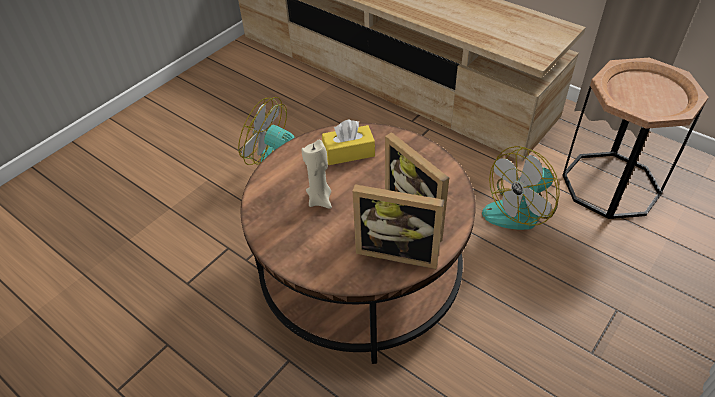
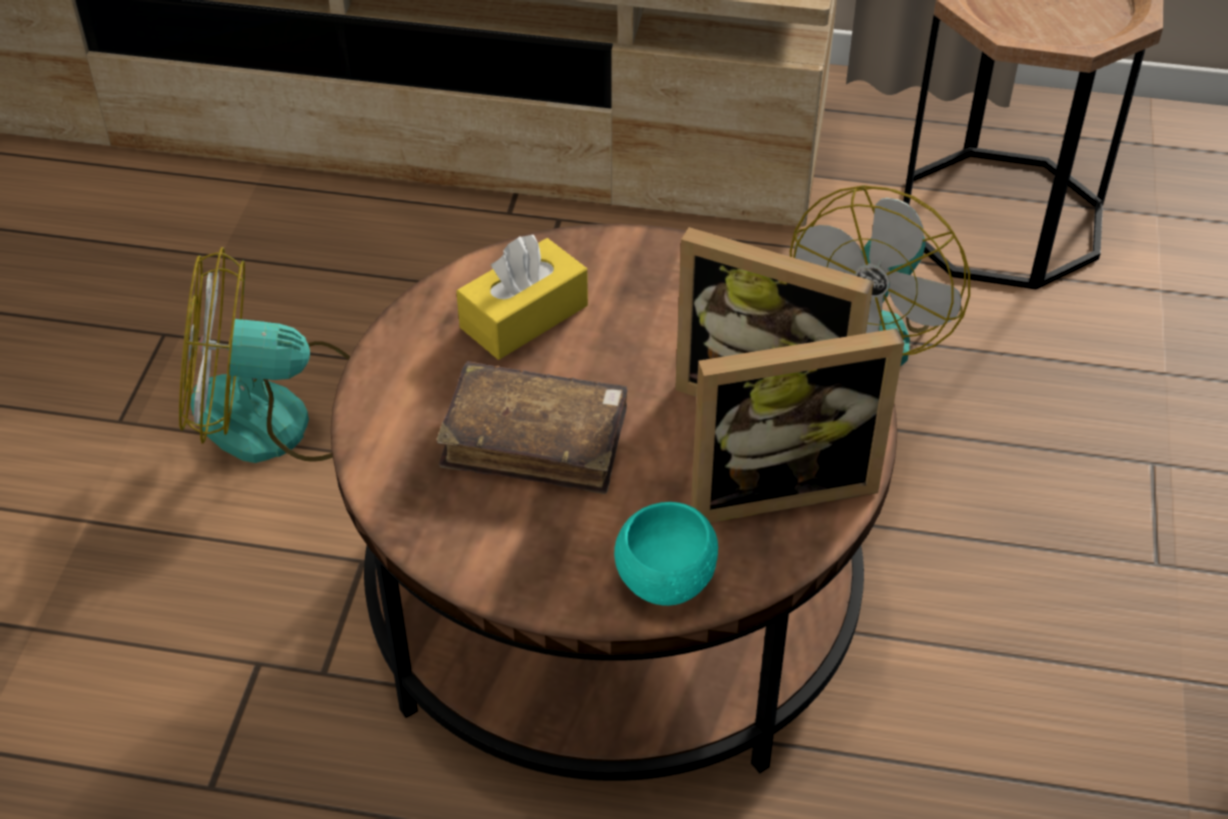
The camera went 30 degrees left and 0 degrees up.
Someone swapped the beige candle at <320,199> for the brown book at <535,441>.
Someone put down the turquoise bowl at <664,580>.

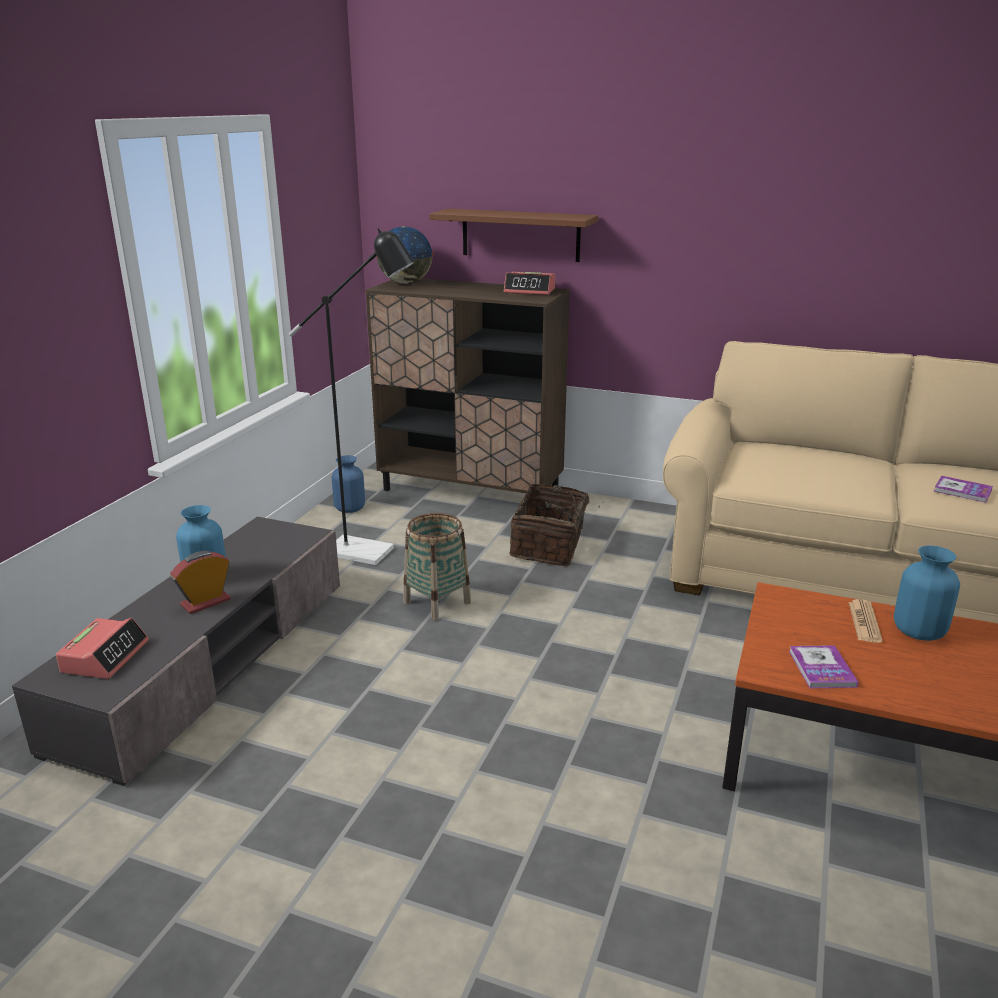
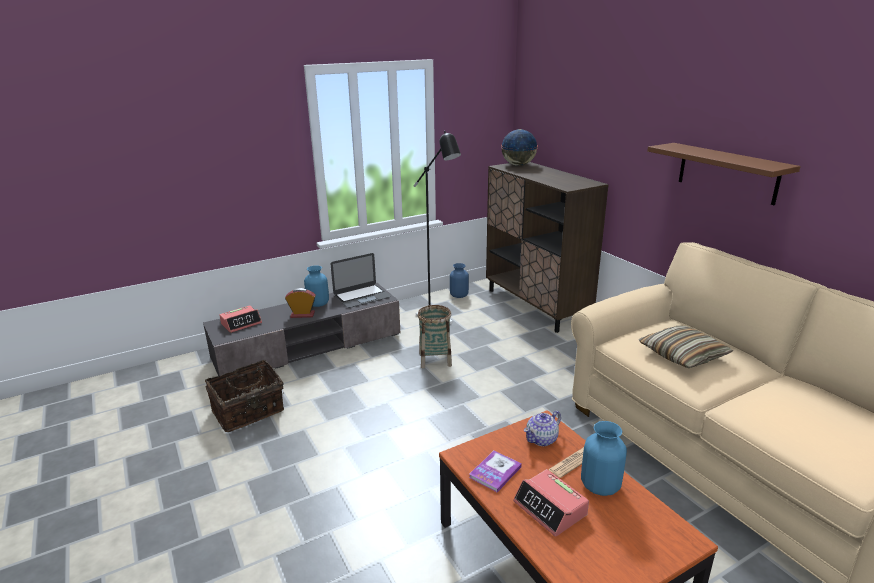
The camera went 40 degrees right and 0 degrees up.
Someone carried the brown shelf from <520,235> to <727,173>.
Someone carried the alarm clock from <530,291> to <550,509>.
Someone took away the book at <962,491>.
Someone carried the basket from <549,546> to <249,411>.
Someone put down the laptop at <362,296>.
Someone put down the pillow at <682,355>.
Someone put down the teapot at <542,439>.

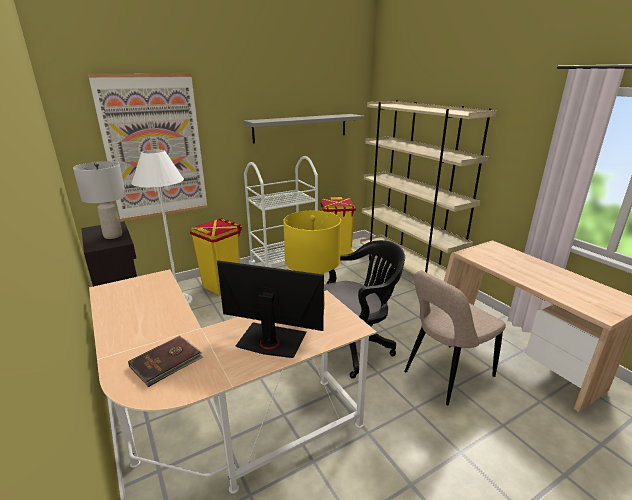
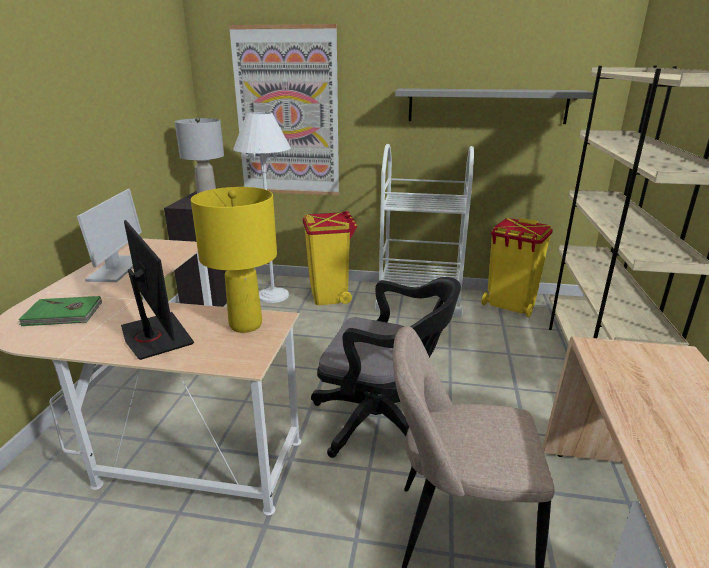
The camera went 40 degrees right and 0 degrees up.
Someone repainted the brown book at <167,362>, which became the green book at <63,314>.
Someone put down the monitor at <116,269>.

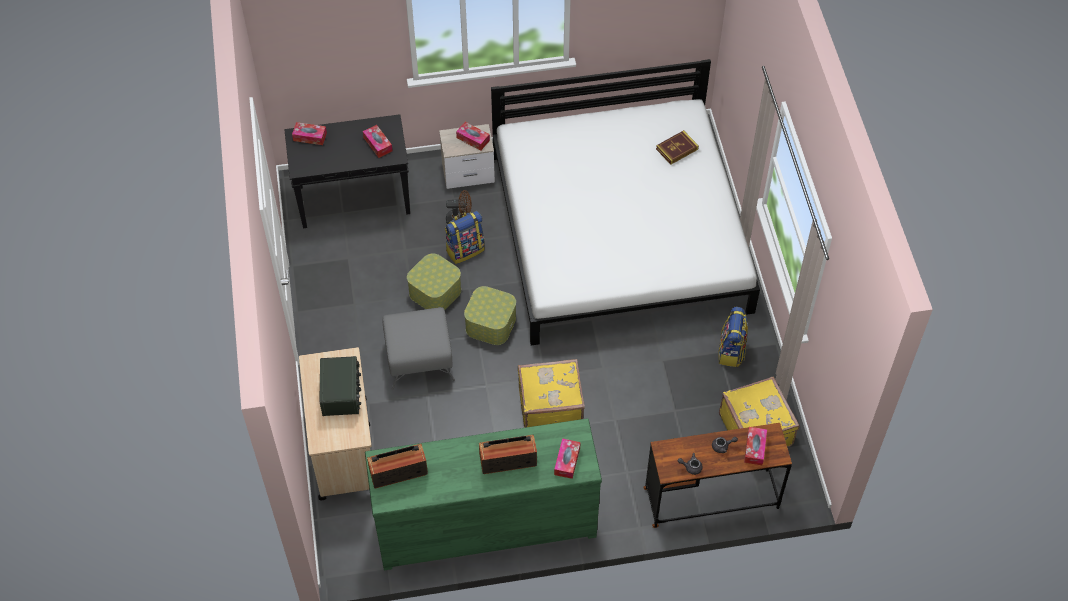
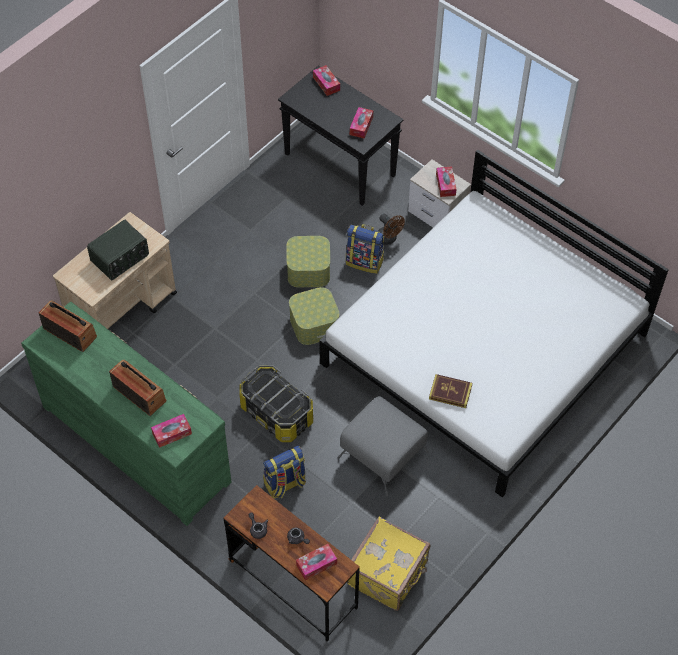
The camera went 50 degrees right and 0 degrees up.
Someone carried the book from <677,149> to <450,392>.
Someone carried the grey ottoman from <420,358> to <383,455>.
Someone carried the backpack from <731,351> to <285,484>.
Someone swapped the yellow suitcase at <549,406> for the storage box at <276,413>.

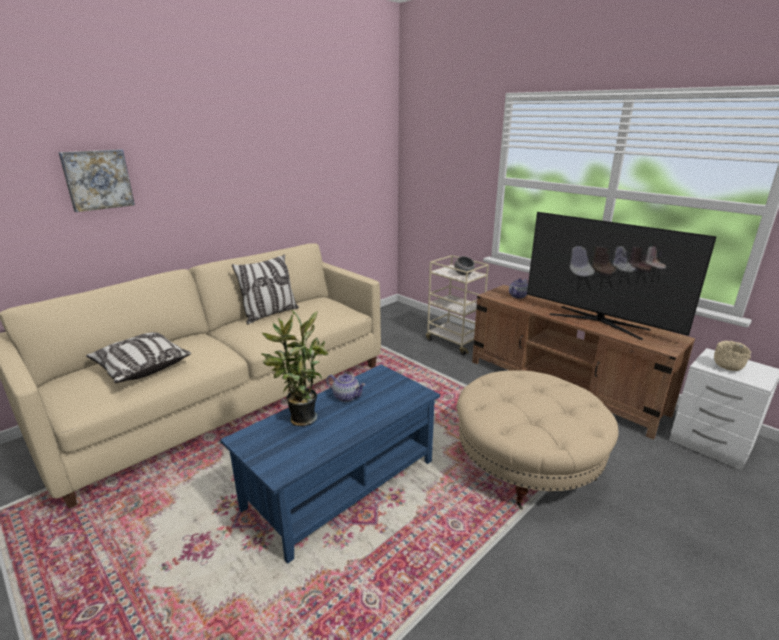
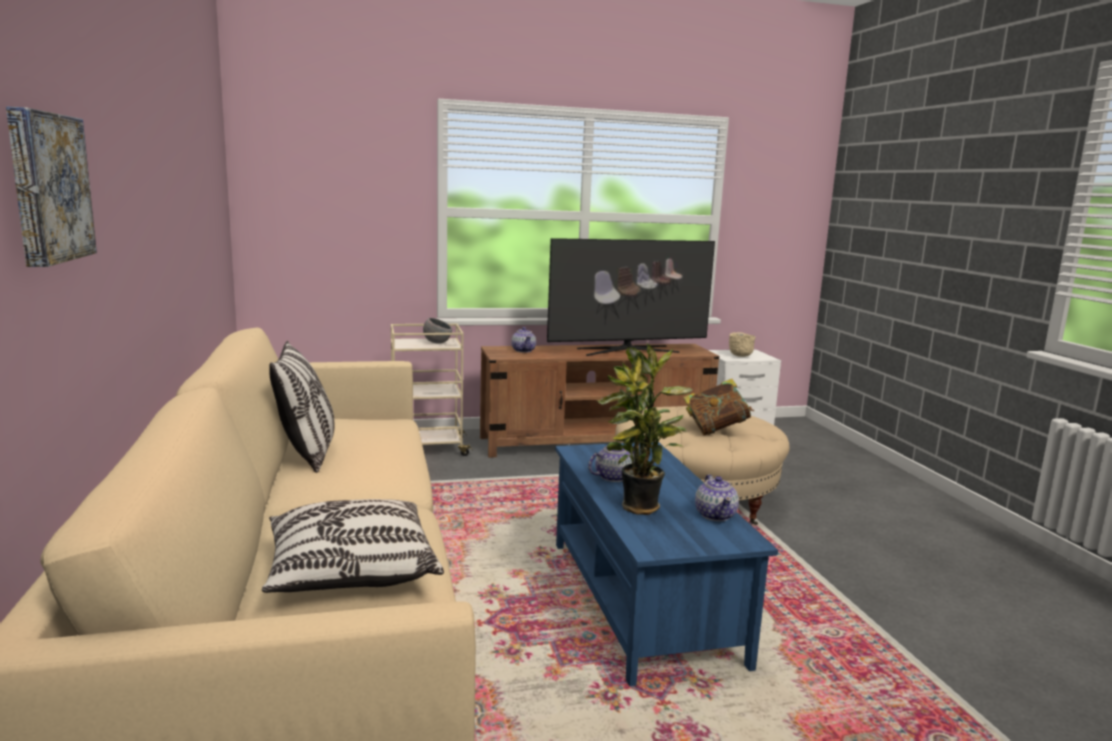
The camera went 60 degrees left and 10 degrees down.
Someone put down the book at <716,430>.
Someone put down the teapot at <715,515>.

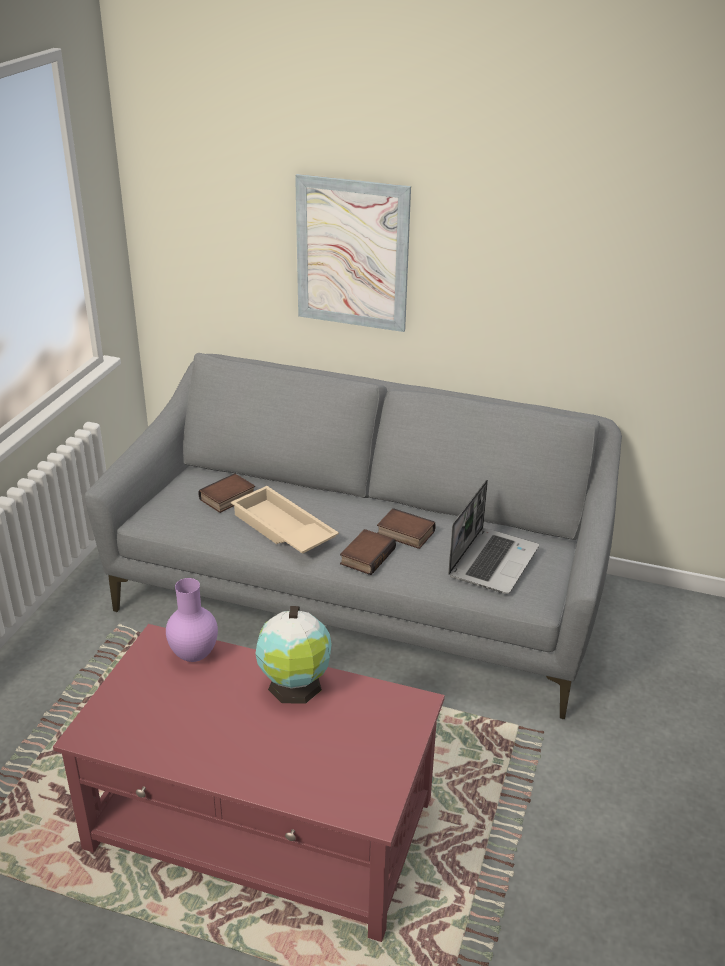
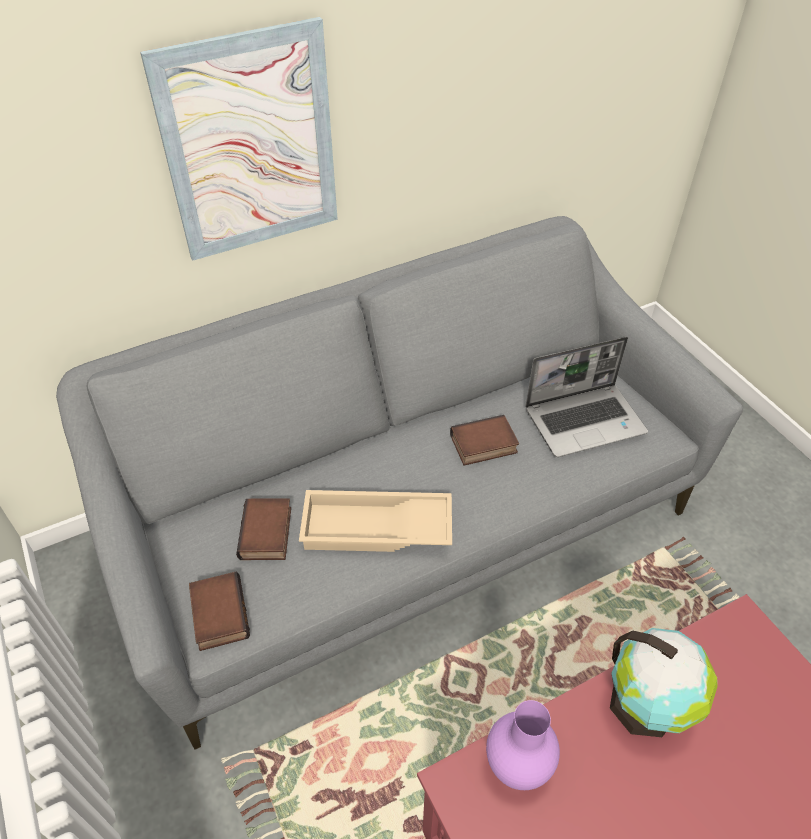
The camera went 45 degrees left and 15 degrees up.
Someone rotated the laptop at <492,561> by 90 degrees clockwise.
Someone carried the book from <366,555> to <218,614>.

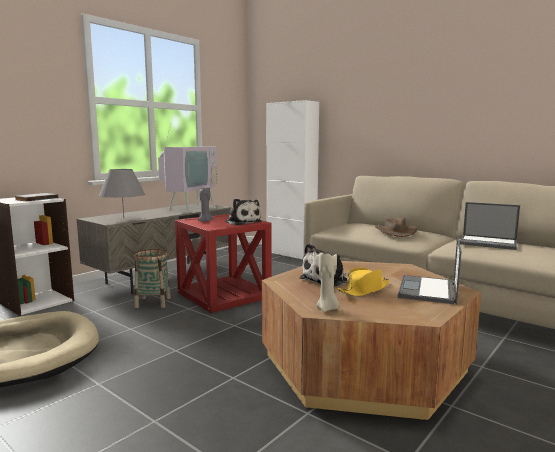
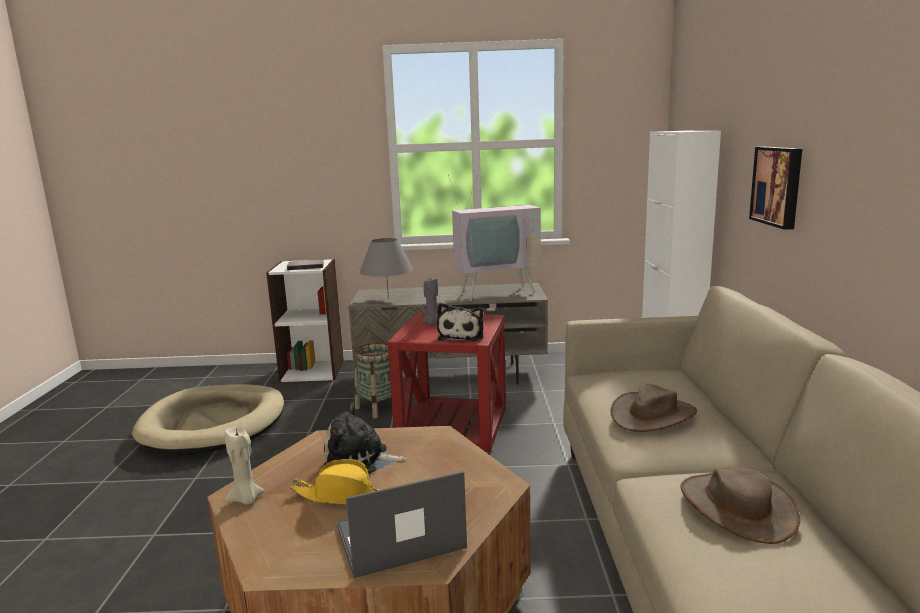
The camera went 50 degrees right and 5 degrees up.
Someone swapped the laptop at <488,243> for the brown hat at <737,507>.
Someone put up the picture at <778,186>.

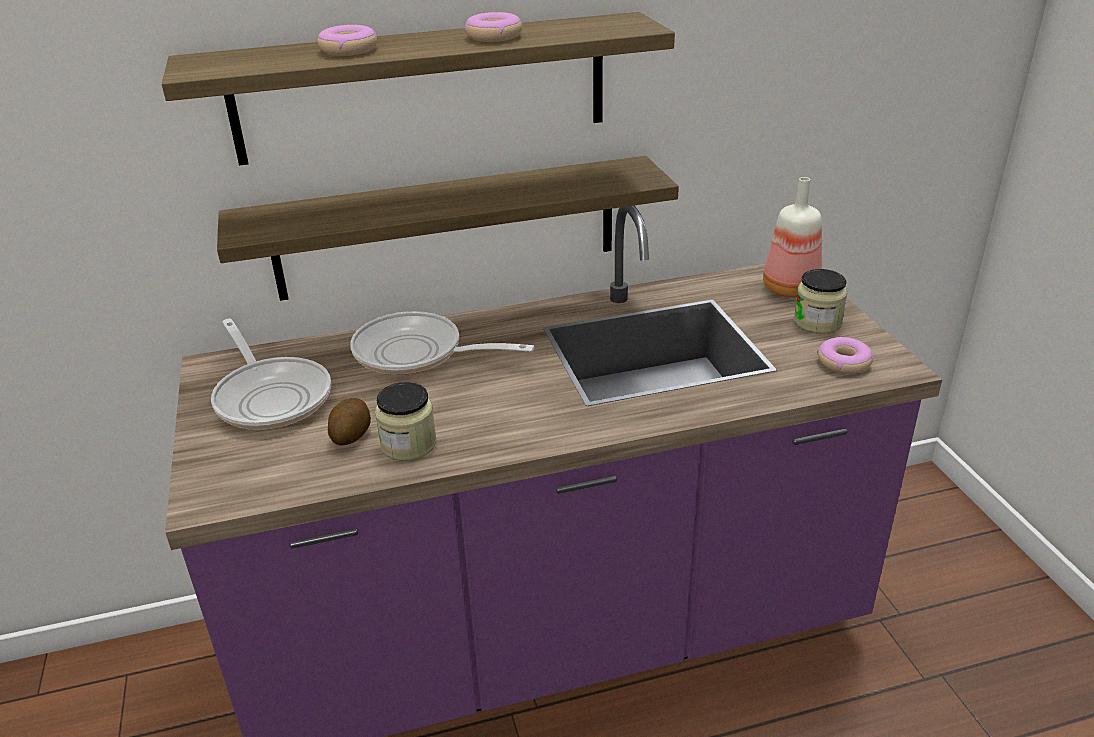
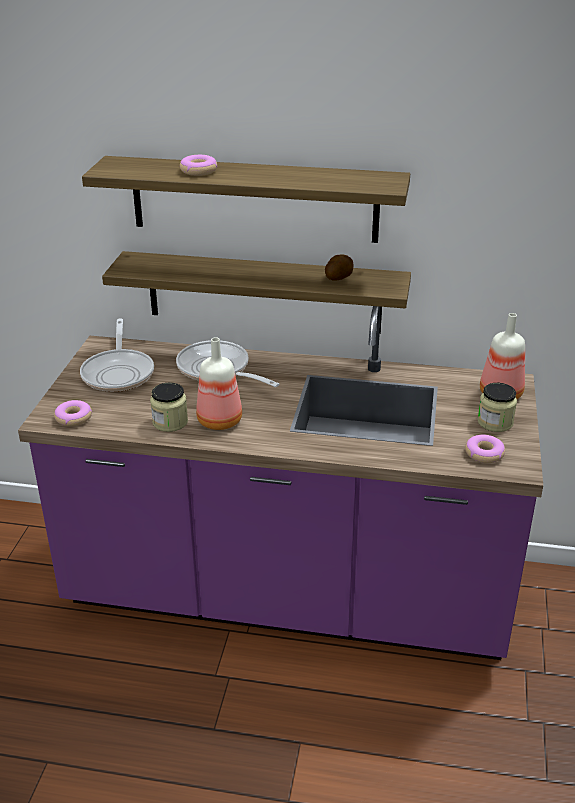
The camera went 25 degrees right and 0 degrees up.
Someone carried the donut from <494,36> to <74,418>.
Someone carried the potato from <351,434> to <339,277>.
Someone put down the bottle at <221,421>.

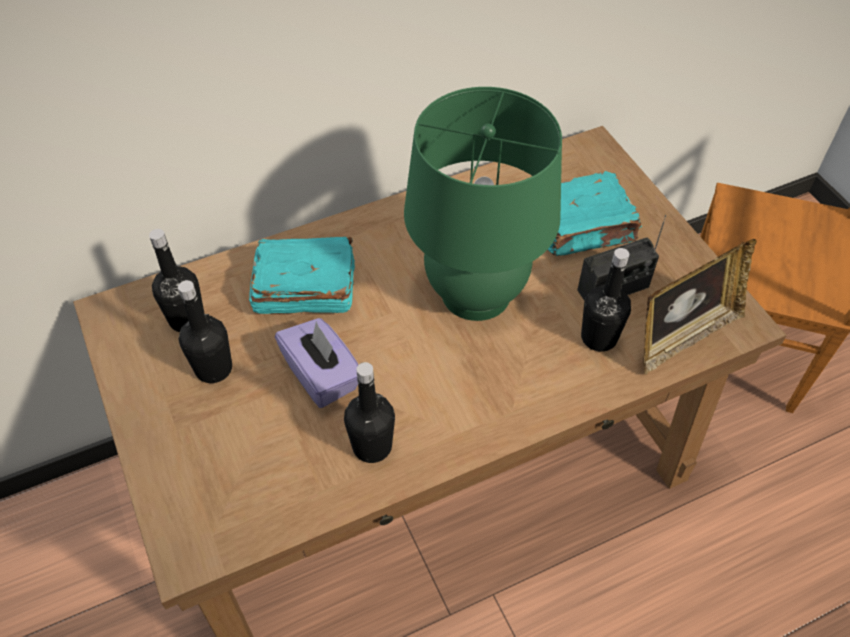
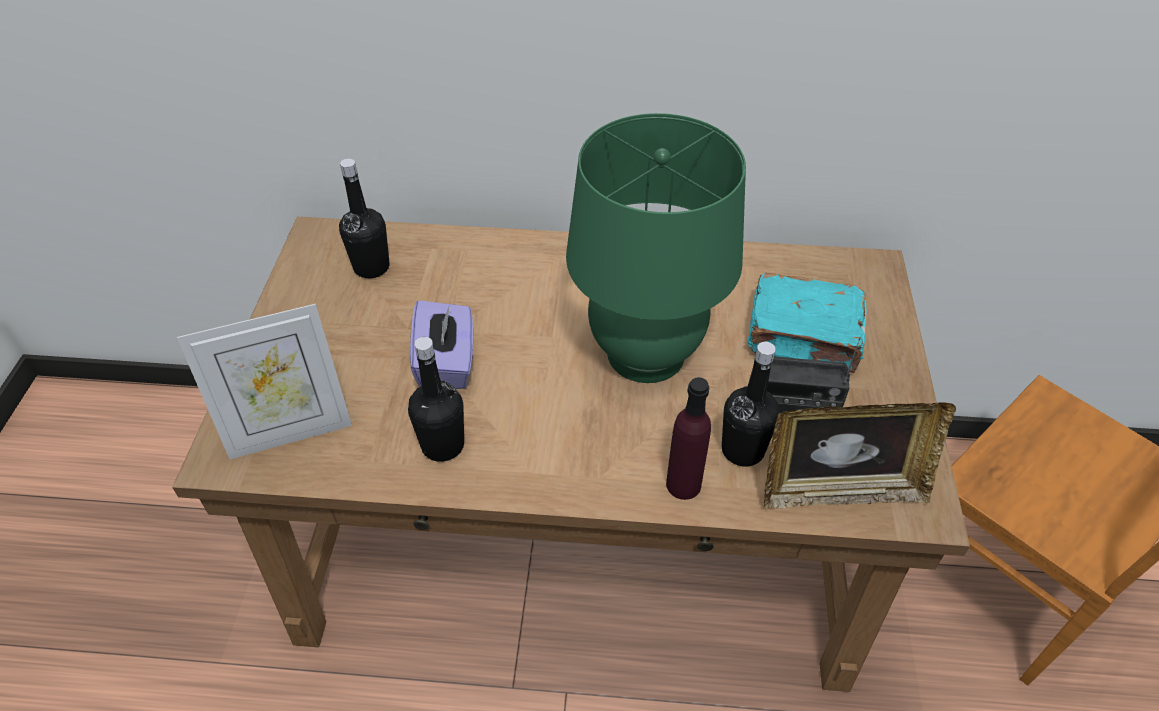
The camera went 30 degrees right and 5 degrees down.
Someone took away the turquoise book at <304,289>.
Someone took away the black bottle at <213,368>.
Someone put down the picture frame at <290,432>.
Someone put down the purple bottle at <683,484>.

